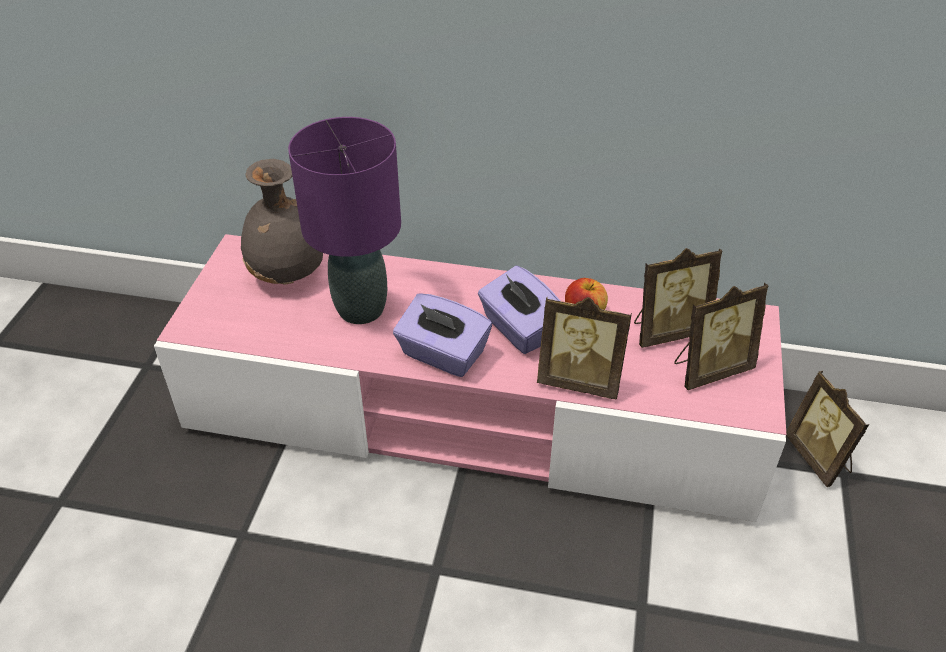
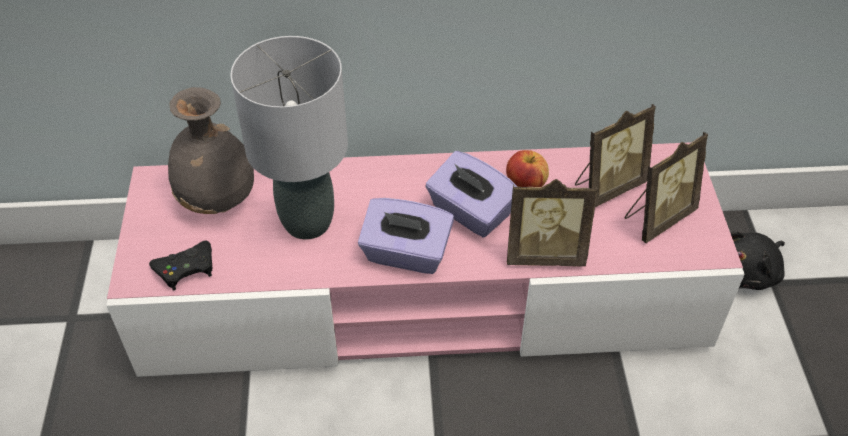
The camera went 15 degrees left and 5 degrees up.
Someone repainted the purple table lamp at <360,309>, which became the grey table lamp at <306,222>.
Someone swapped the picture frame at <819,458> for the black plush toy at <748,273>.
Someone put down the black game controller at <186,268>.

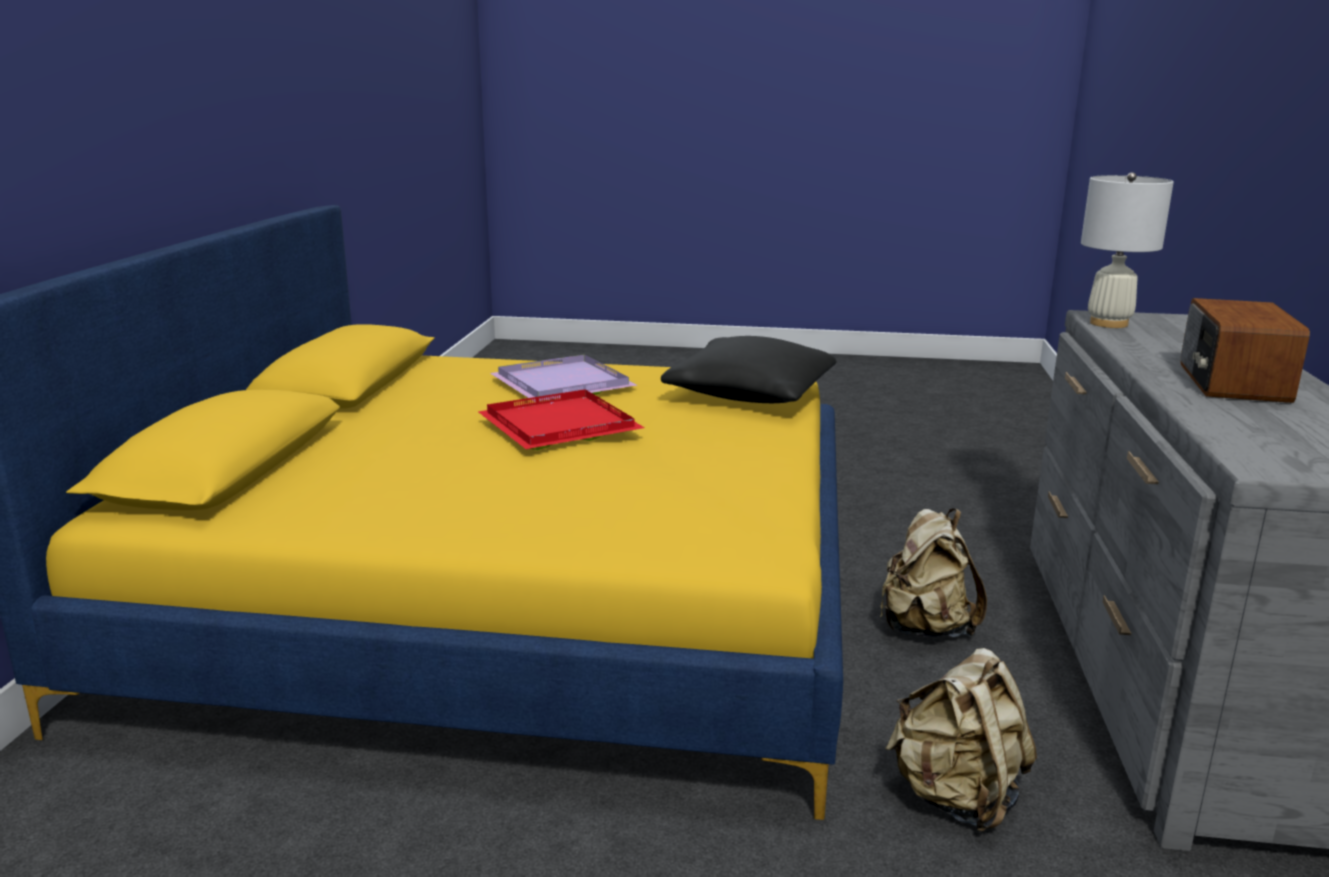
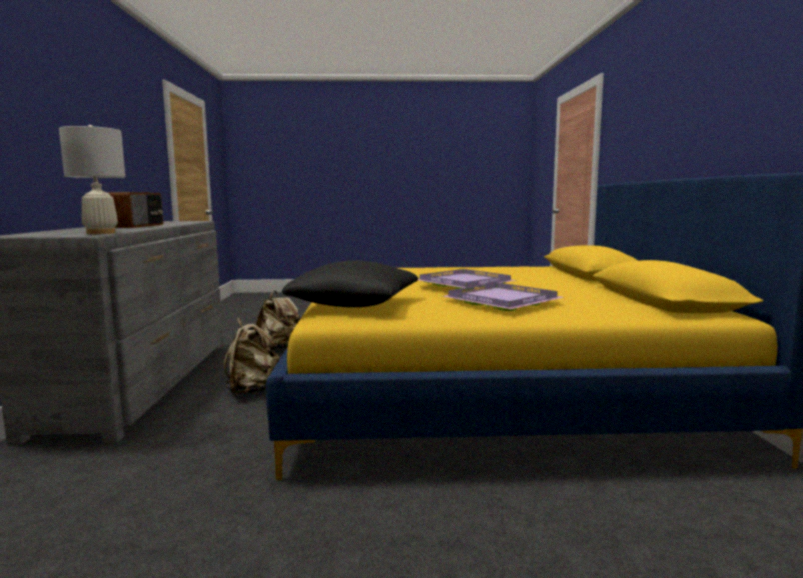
The camera went 170 degrees right and 10 degrees down.
Someone repainted the red tray at <561,424>, which became the purple tray at <464,283>.

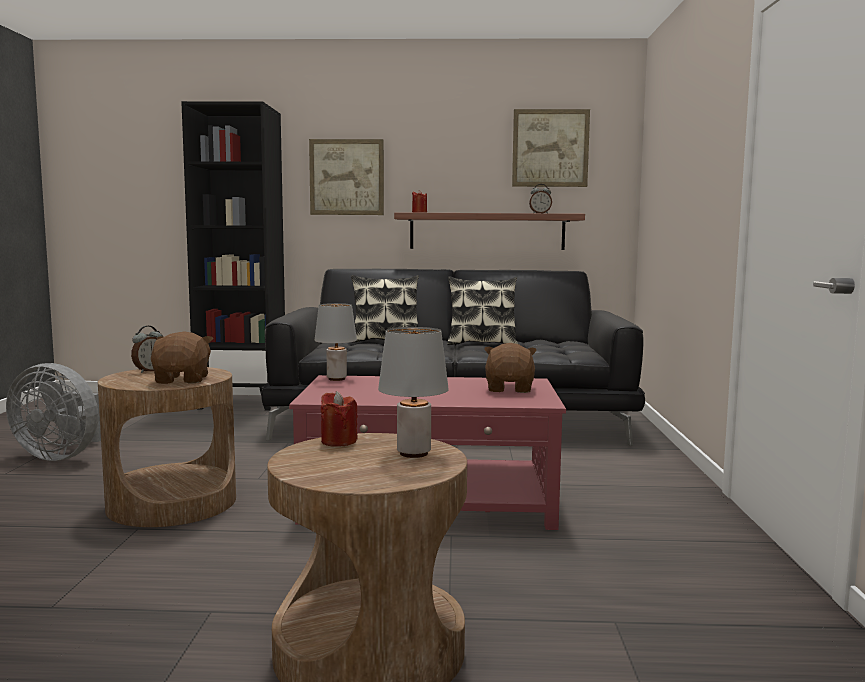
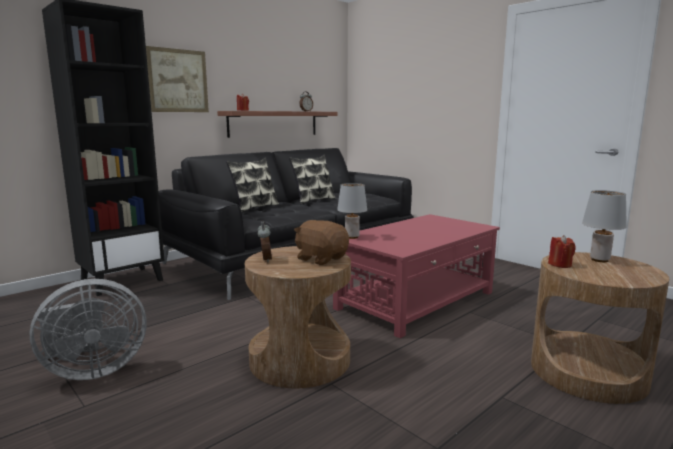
The camera went 45 degrees left and 5 degrees up.
Someone took away the picture at <550,148>.
Someone took away the brown plush toy at <510,389>.

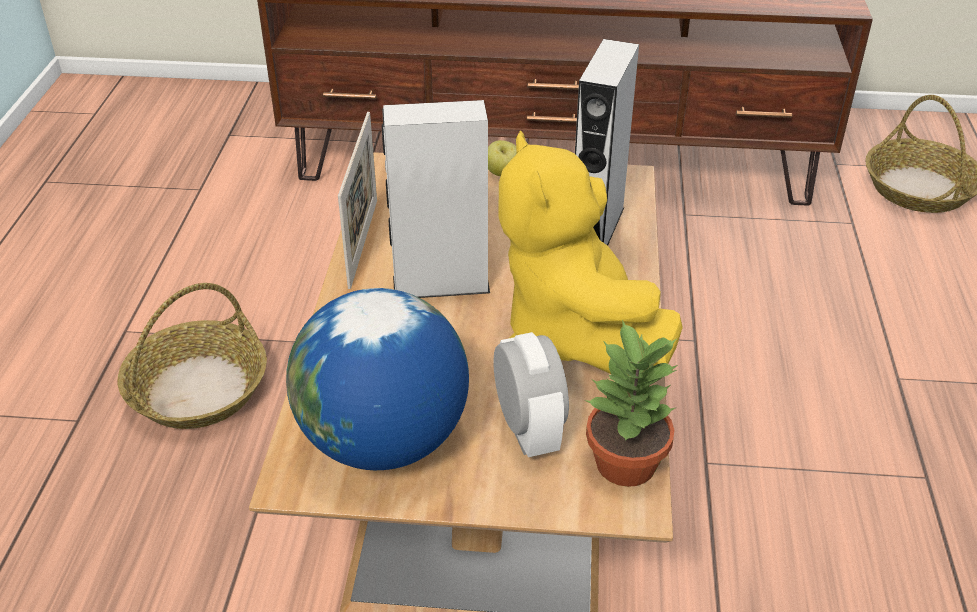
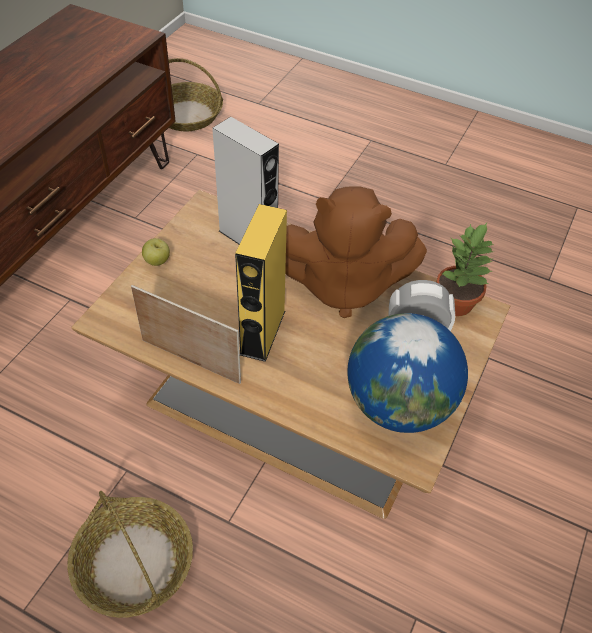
The camera went 70 degrees left and 10 degrees up.
Someone repainted the grey speaker at <441,284>, which became the yellow speaker at <262,332>.
Someone repainted the yellow plush toy at <574,334>, which became the brown plush toy at <343,285>.

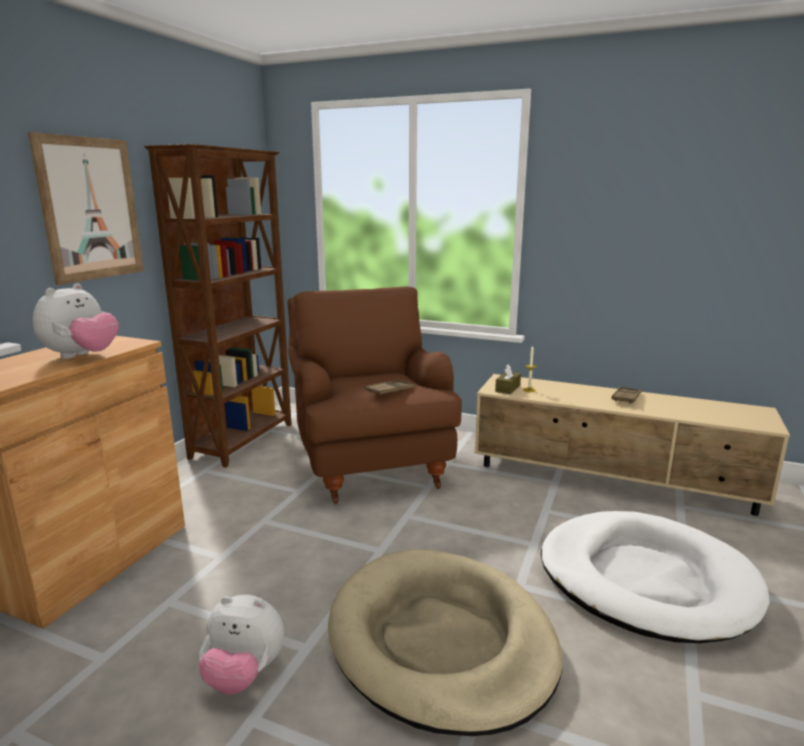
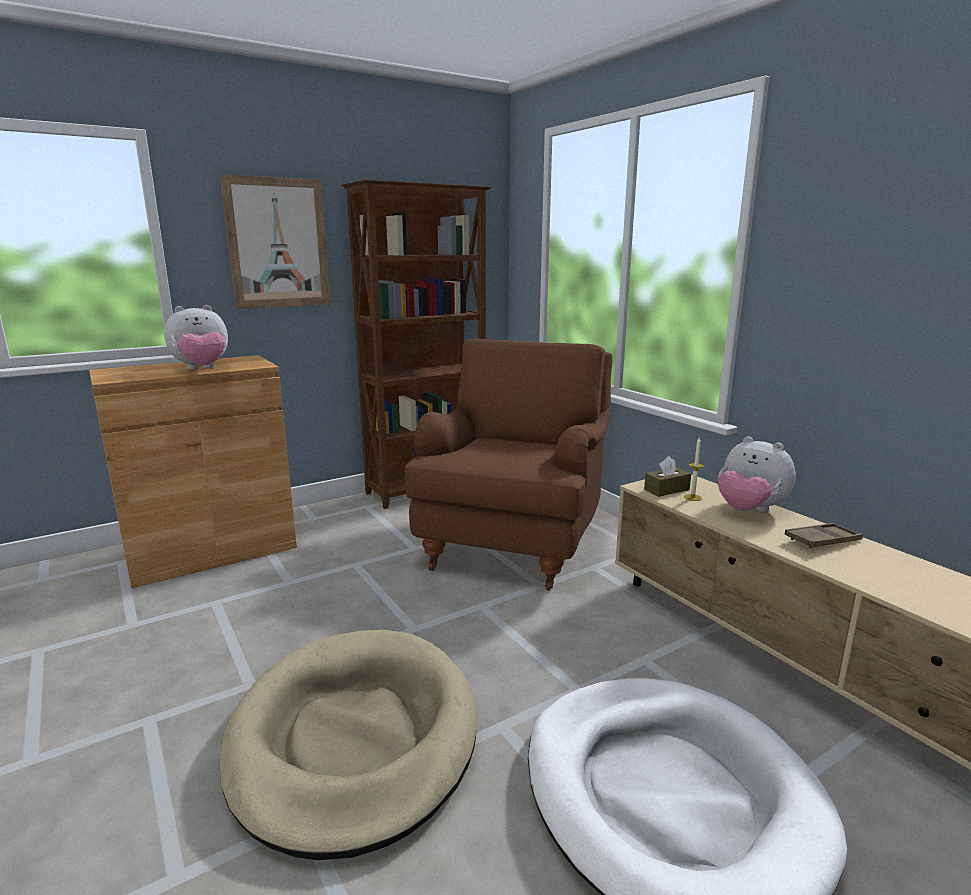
The camera went 35 degrees right and 0 degrees up.
Someone took away the brown tray at <390,391>.
Someone carried the plush toy from <244,675> to <749,510>.

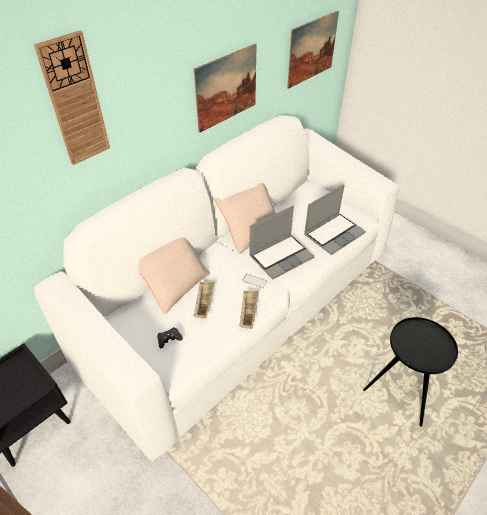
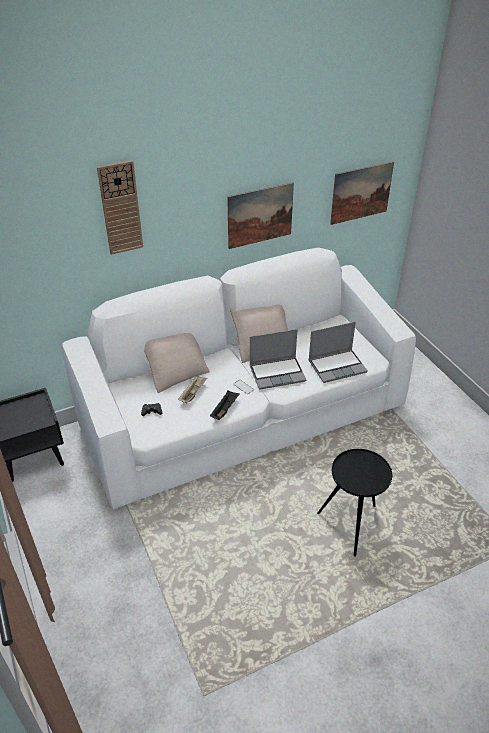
The camera went 20 degrees right and 5 degrees down.
Someone repainted the beige tray at <248,313>, which became the black tray at <225,409>.

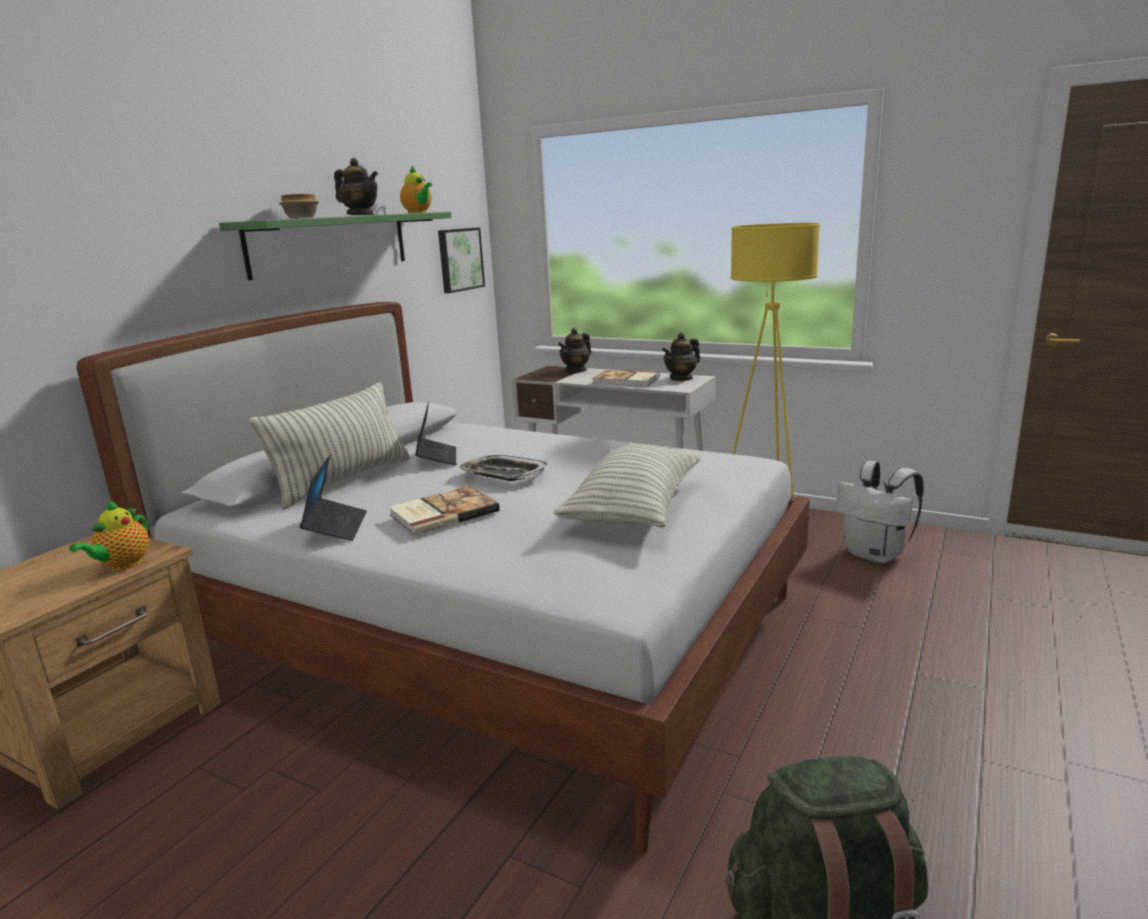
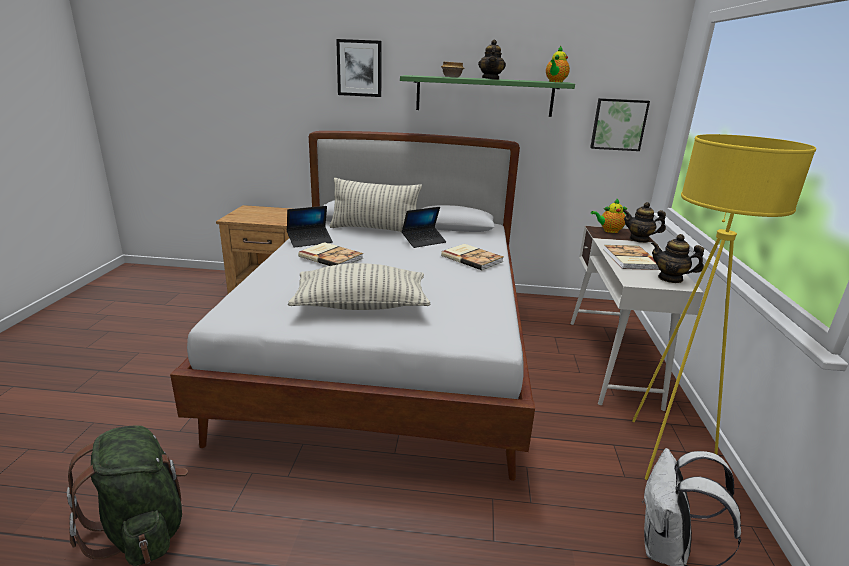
The camera went 65 degrees right and 5 degrees up.
Someone took away the tray at <503,474>.
Someone carried the teapot from <122,565> to <609,230>.
Someone put up the picture at <359,68>.
Someone put down the book at <472,258>.

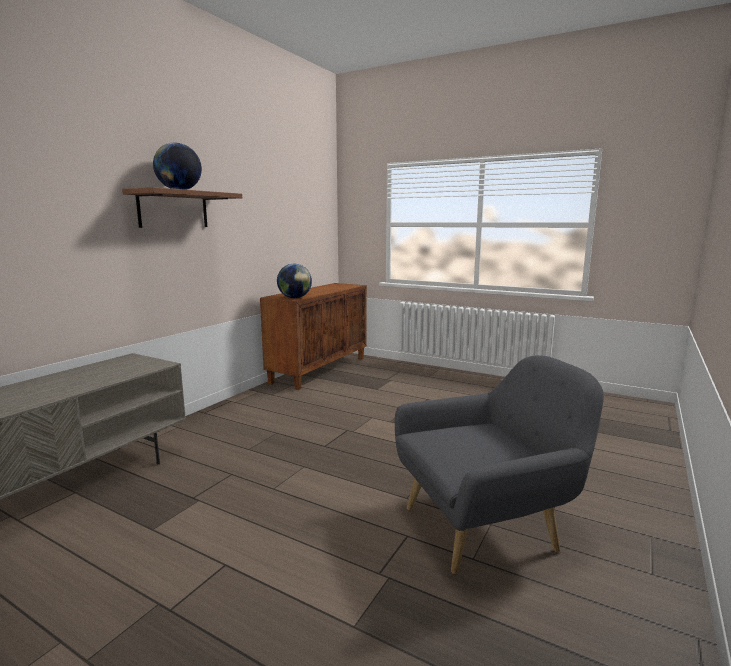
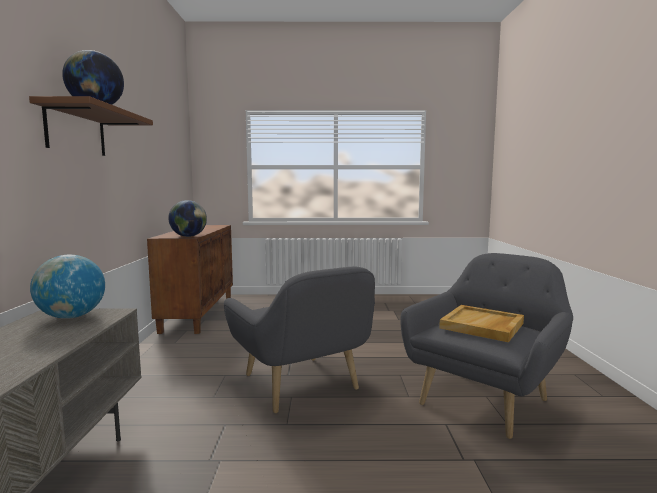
The camera went 30 degrees left and 5 degrees down.
Someone put down the globe at <71,317>.
Someone put down the grey armchair at <302,386>.
Someone put down the beige tray at <482,326>.

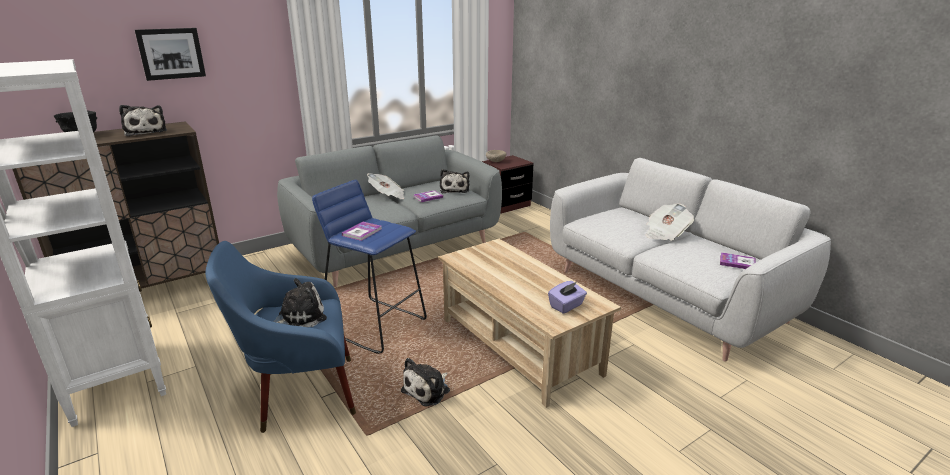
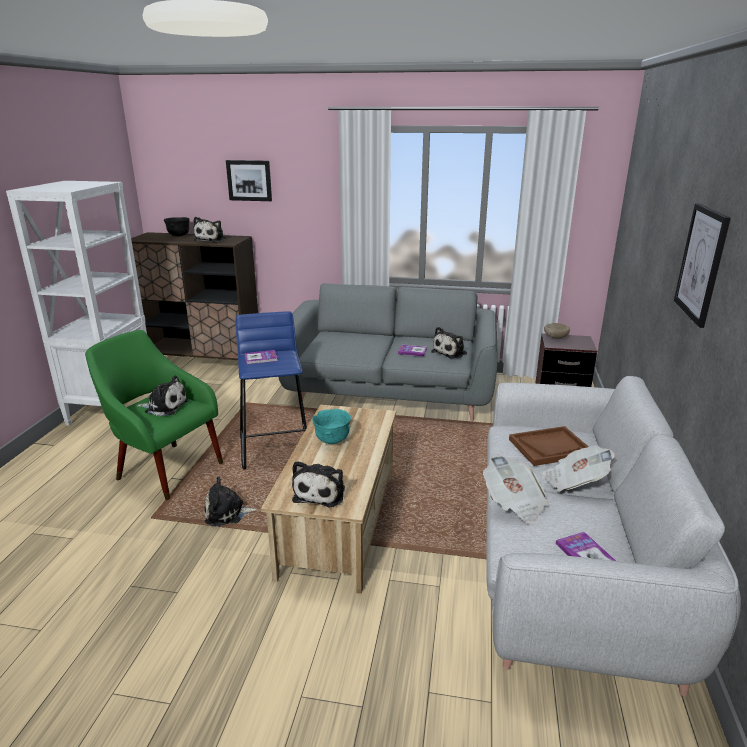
The camera went 45 degrees right and 0 degrees up.
Someone carried the newspaper from <387,195> to <514,503>.
Someone repainted the blue armchair at <300,393>, which became the green armchair at <166,468>.
Someone swapped the purple tissue box at <566,306> for the plush toy at <321,492>.
Someone put up the picture at <701,263>.
Someone put down the turquoise bowl at <332,440>.
Someone put down the brown tray at <549,447>.

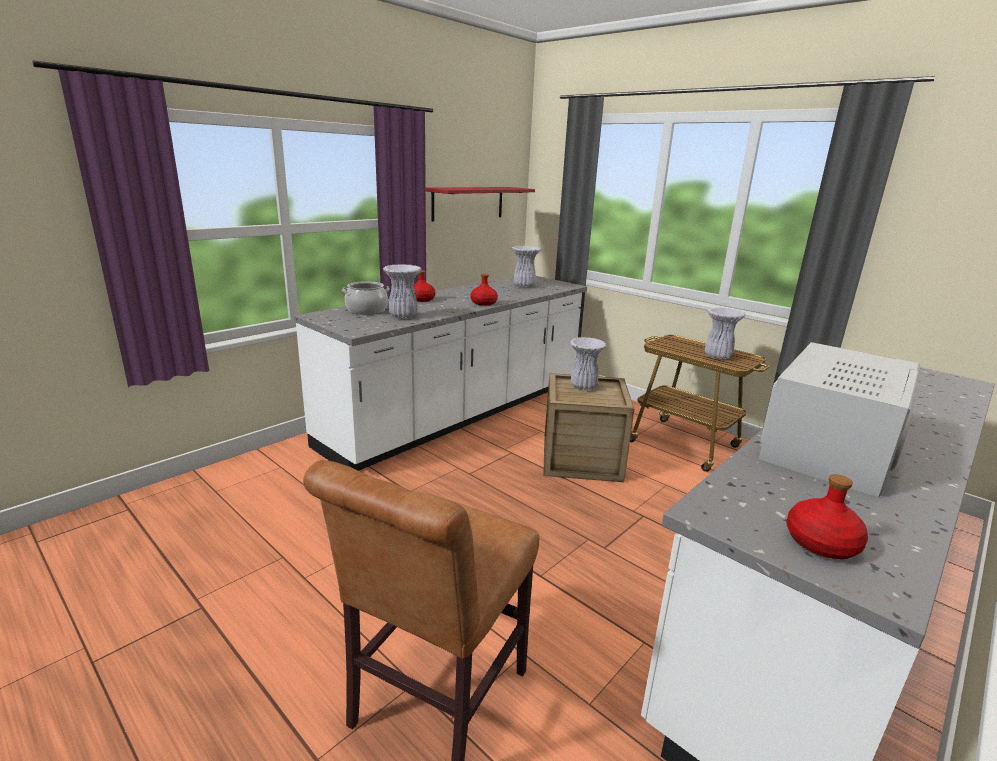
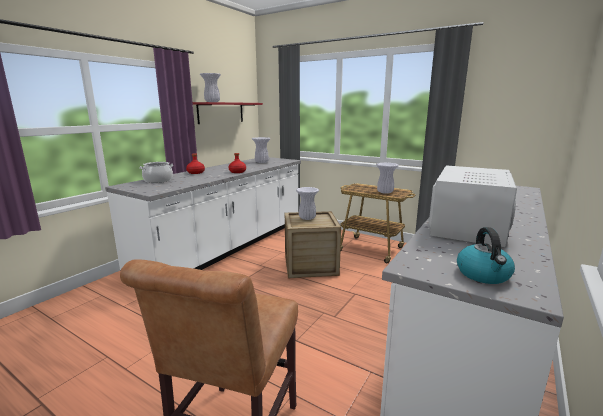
The camera went 10 degrees left and 5 degrees down.
Someone carried the white vase from <404,316> to <212,102>.
Someone swapped the red bottle at <821,543> for the kettle at <483,275>.

